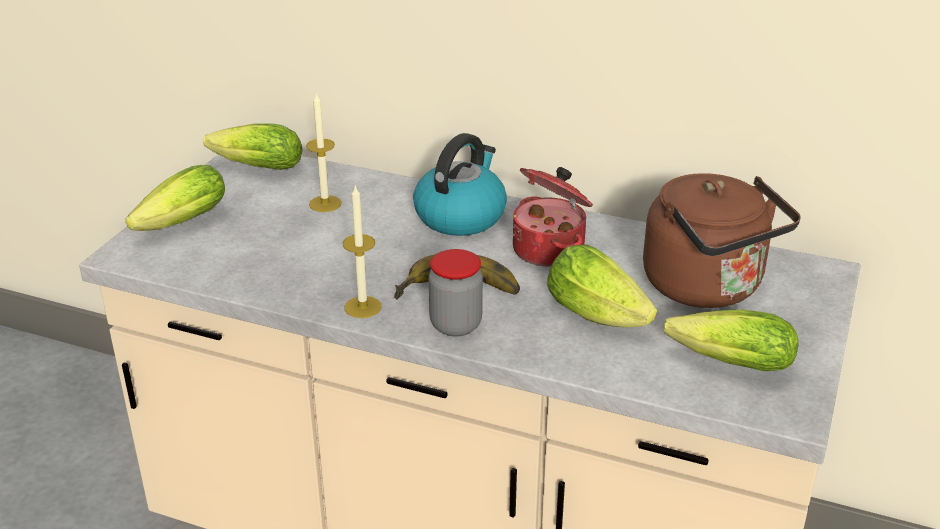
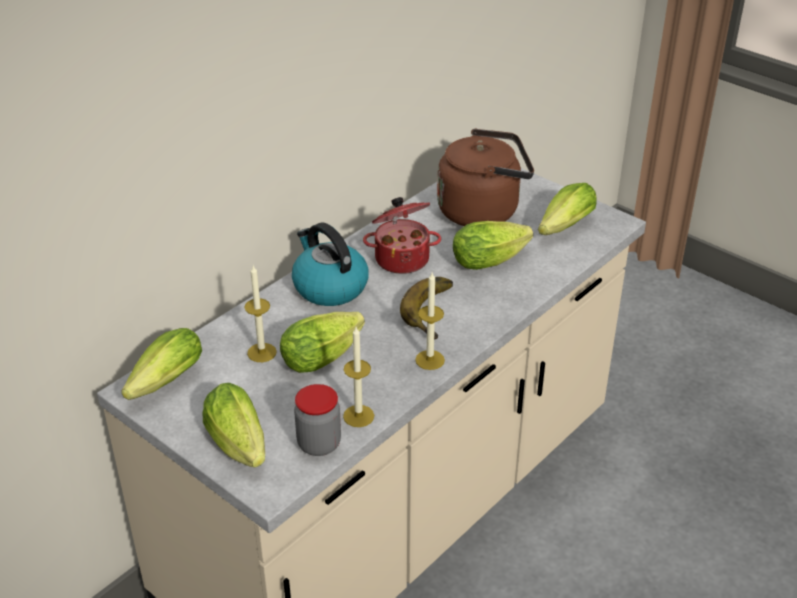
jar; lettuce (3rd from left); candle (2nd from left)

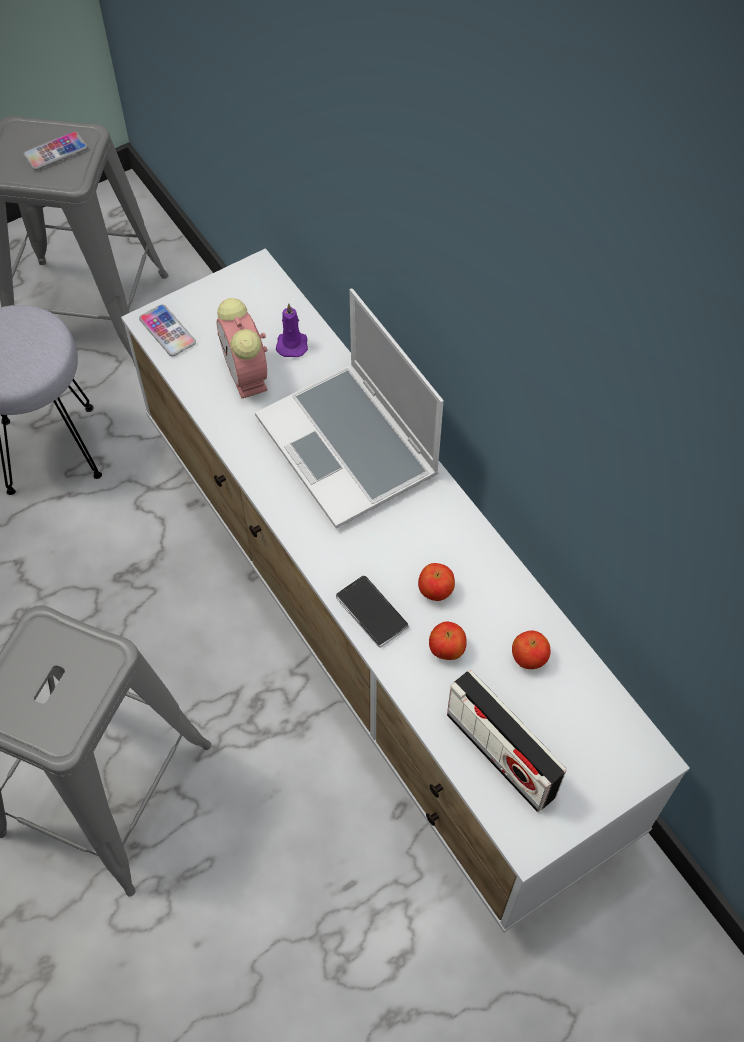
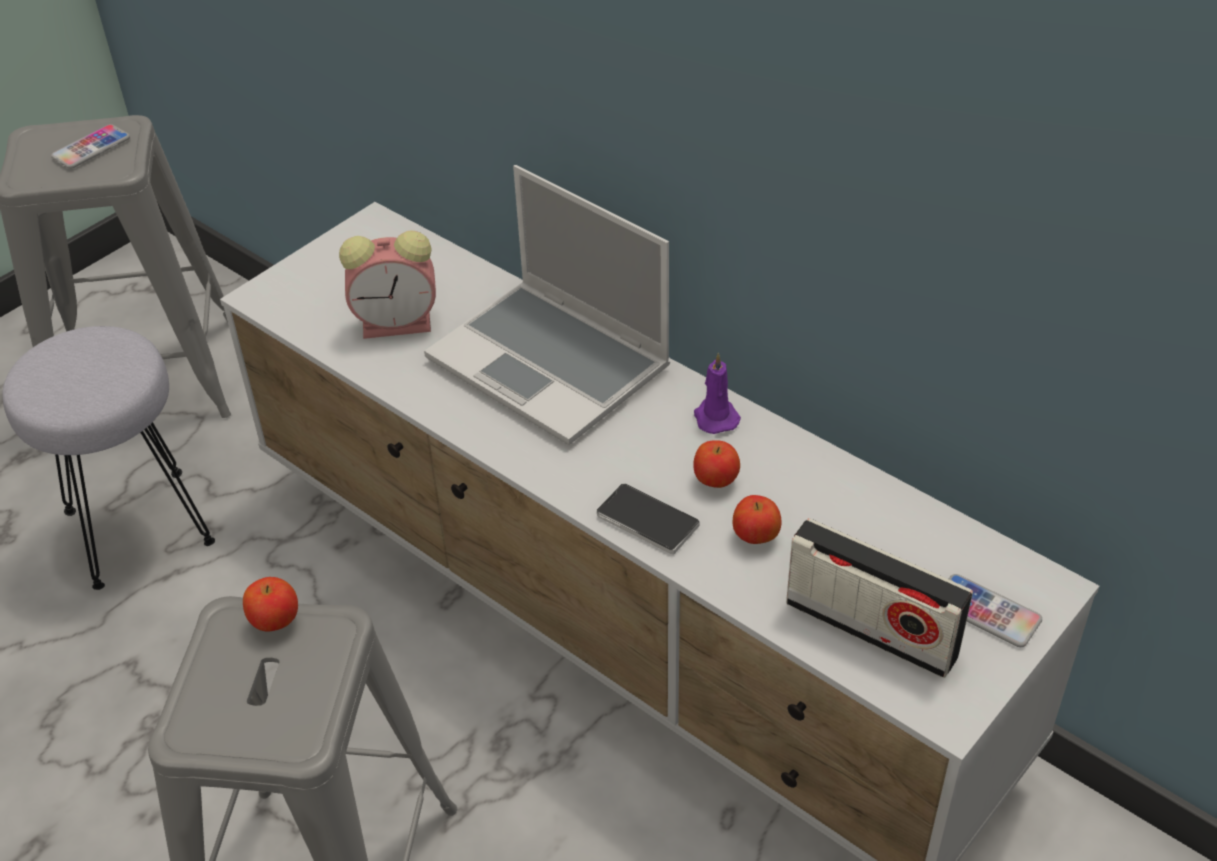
alarm_clock; purple_candle; phone (3rd from left); apple (1st from left)

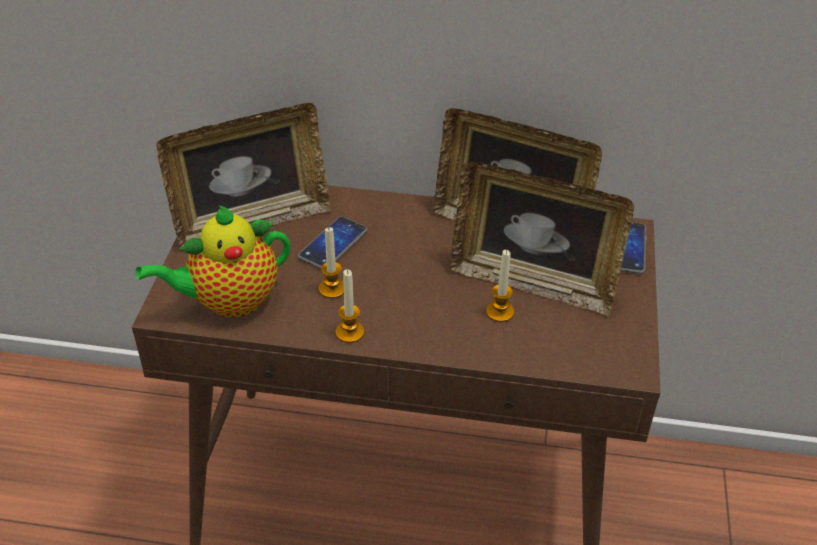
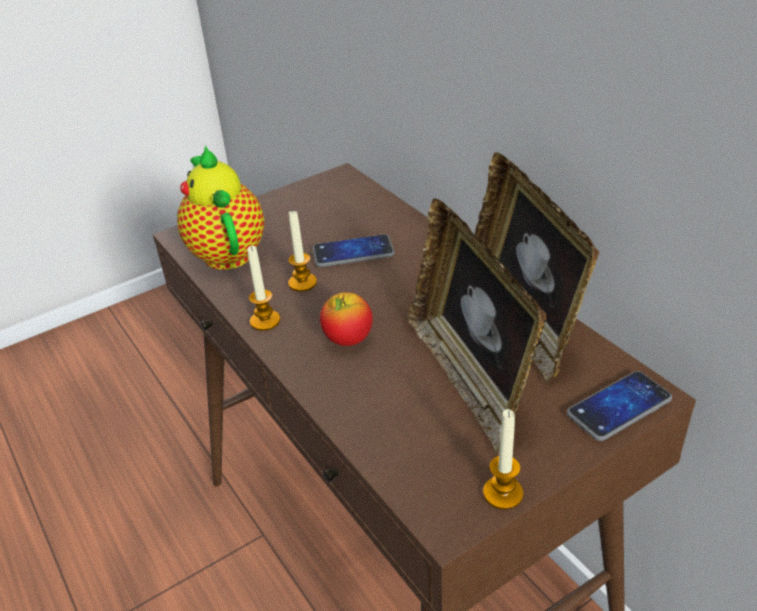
picture_frame (1st from left in the first image); teapot; candle (3rd from left); apple

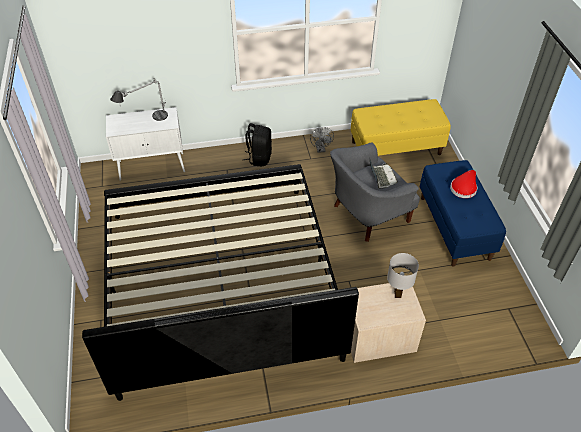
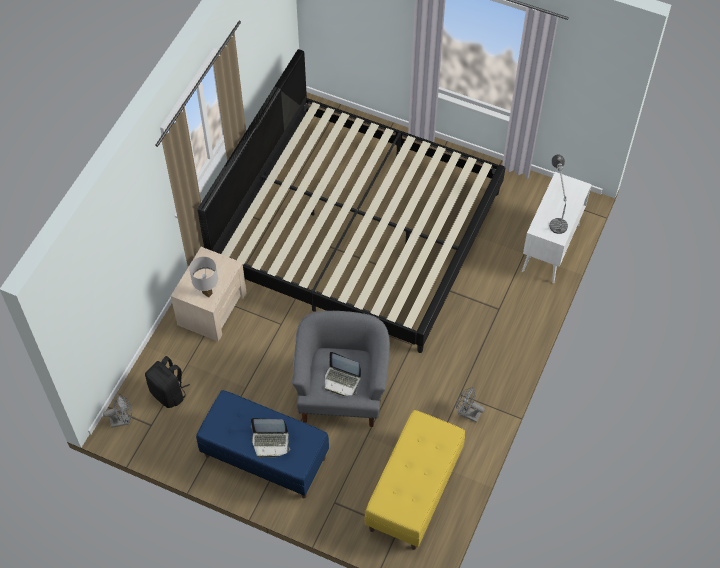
black_backpack; laptop (1st from left); grey_fan (1st from left)

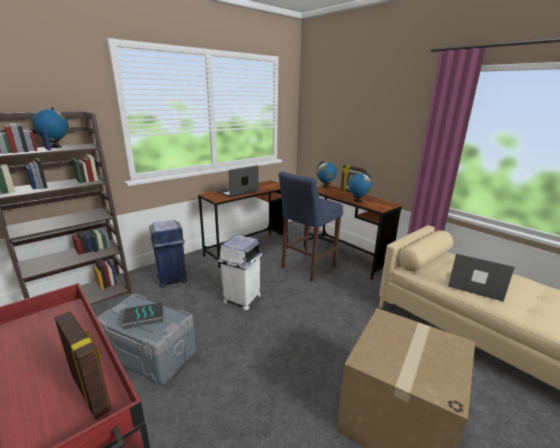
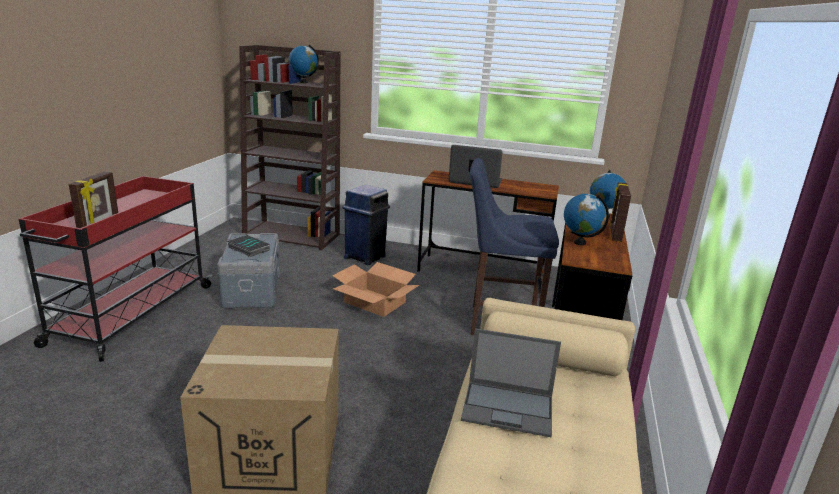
cardboard_box (2nd from left); laptop (2nd from left)

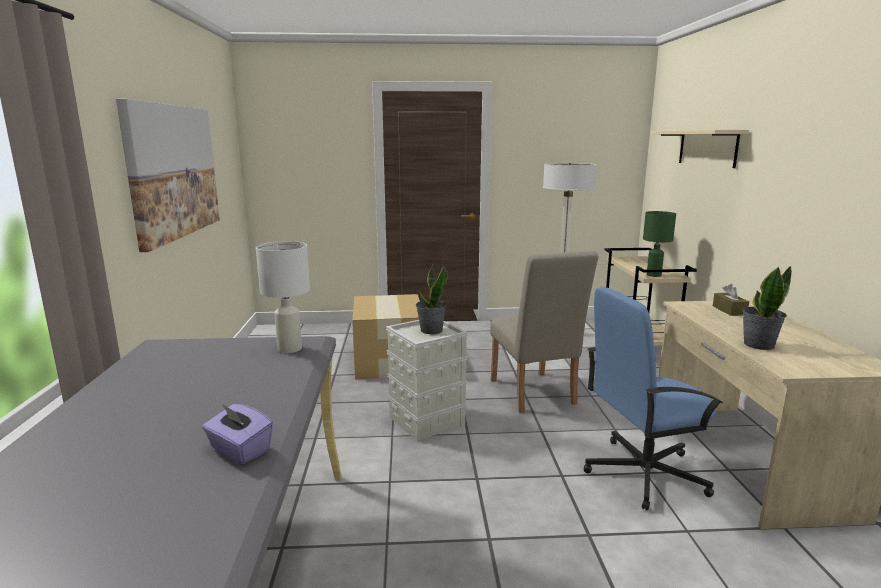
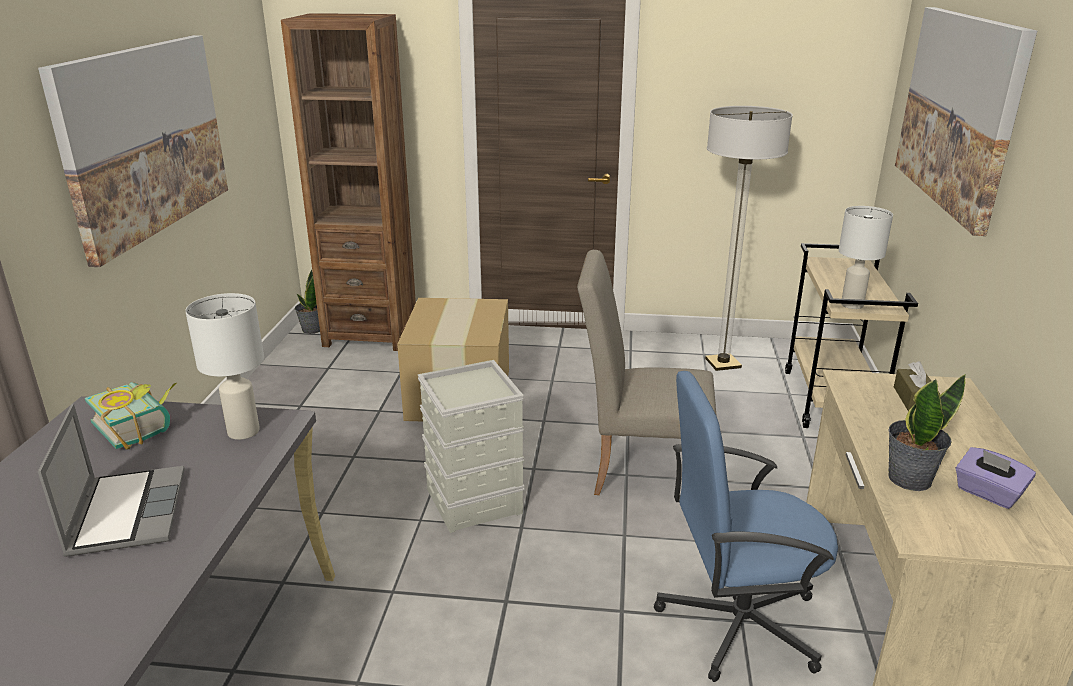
picture (2nd from left); white_table_lamp (2nd from left); beige_chair; potted_plant (1st from left); purple_tissue_box; brown_bookcase; book; laptop

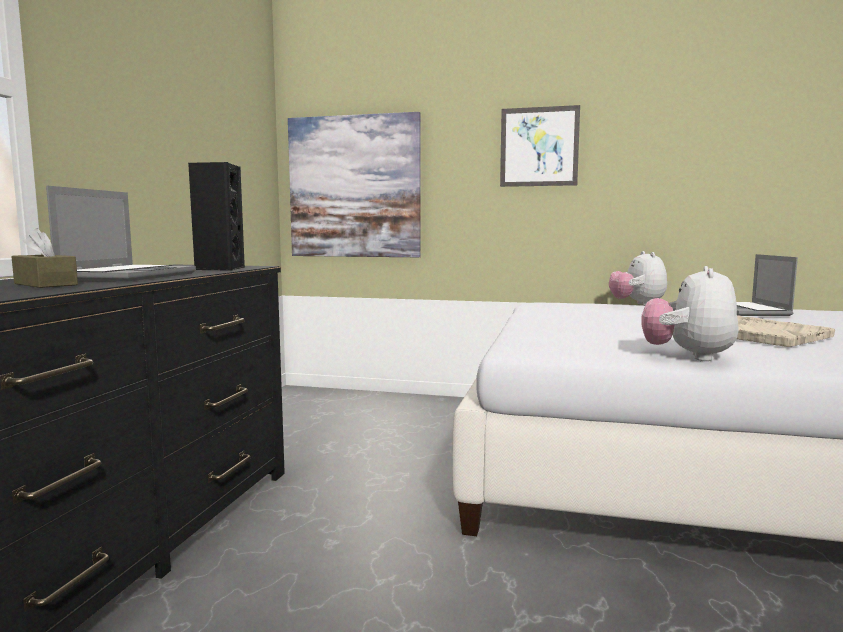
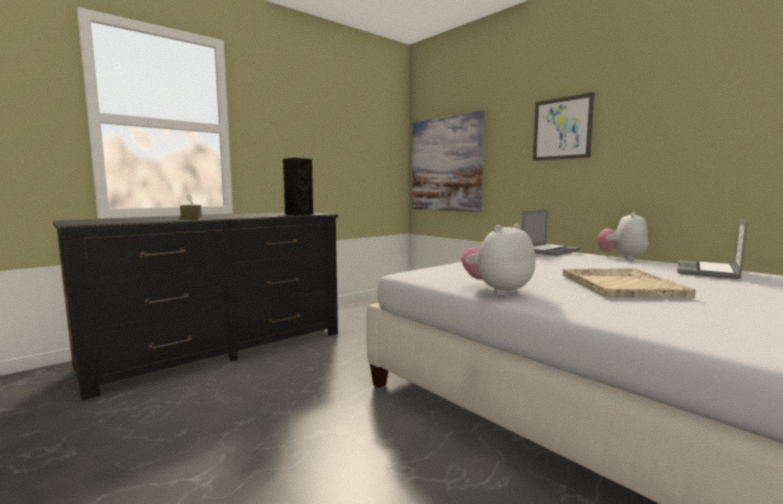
laptop (1st from left)

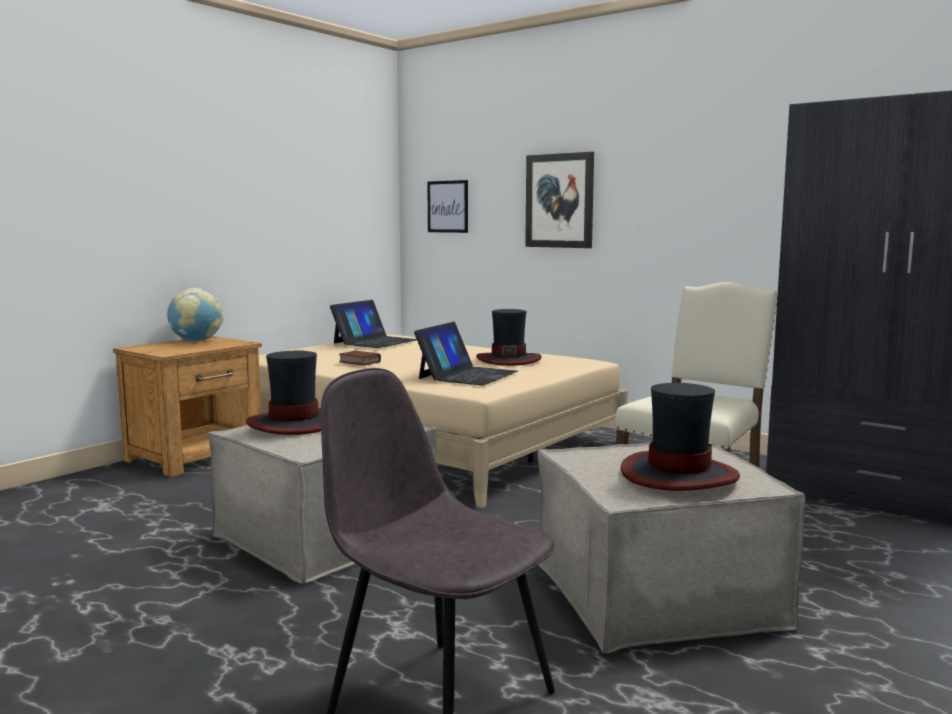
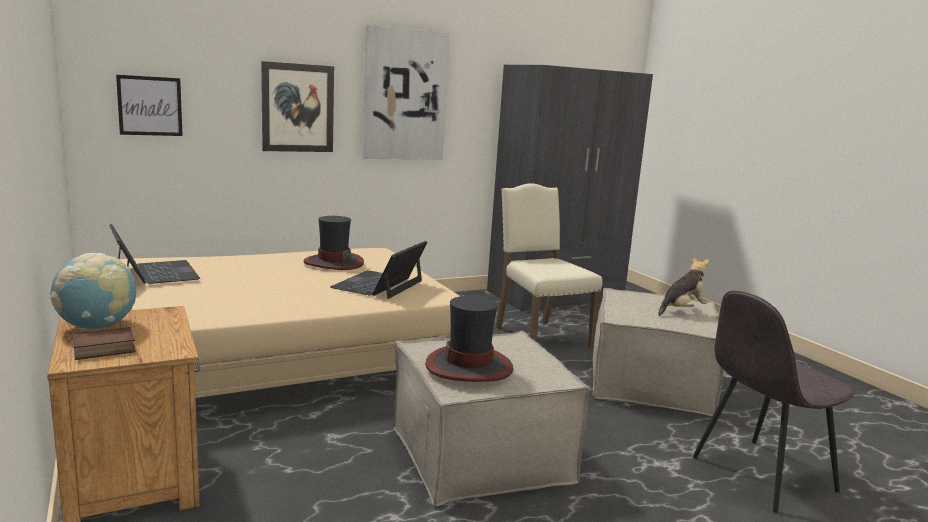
laptop (2nd from left); book; plush_toy; picture (3rd from left)

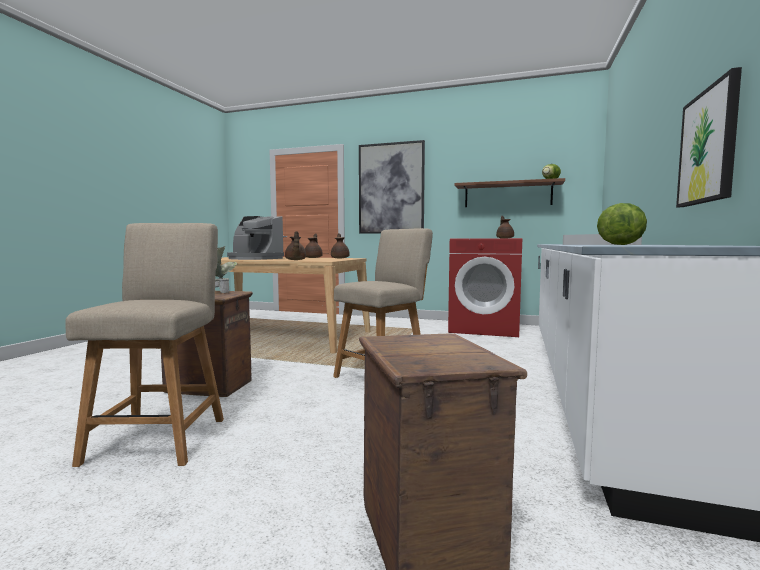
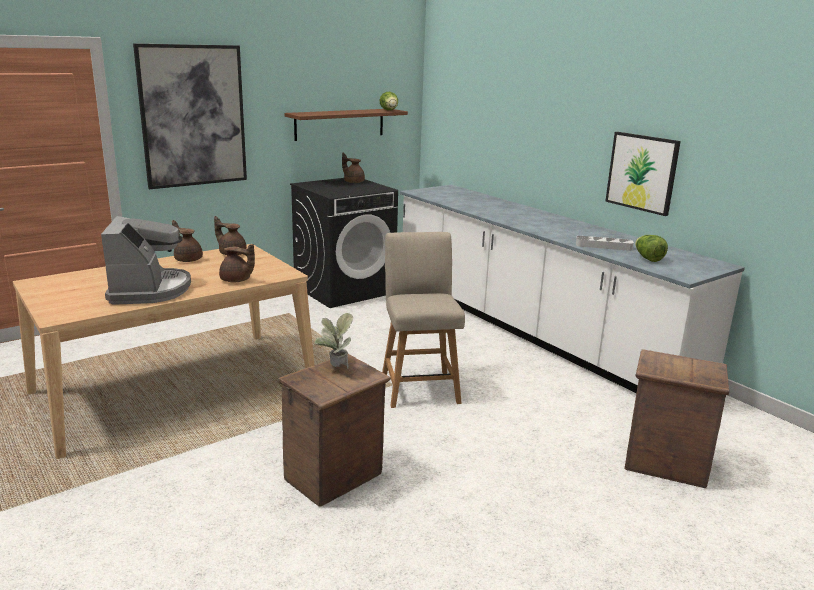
coffee_machine; beige_chair (1st from left in the first image); black_washing_machine

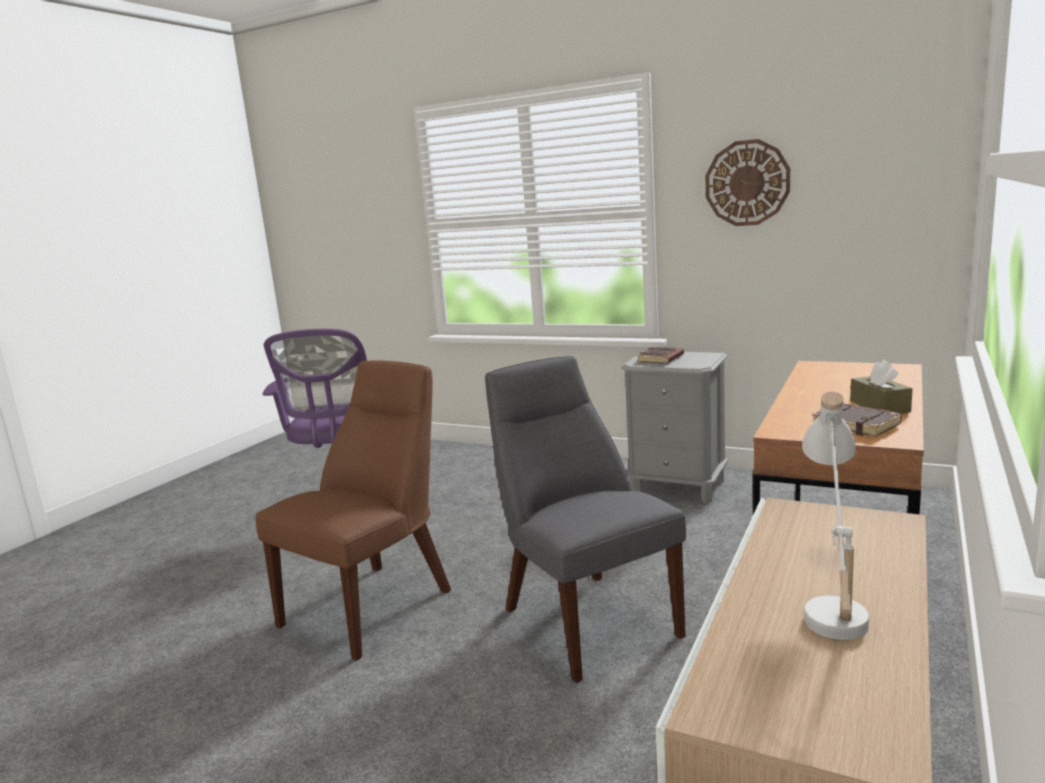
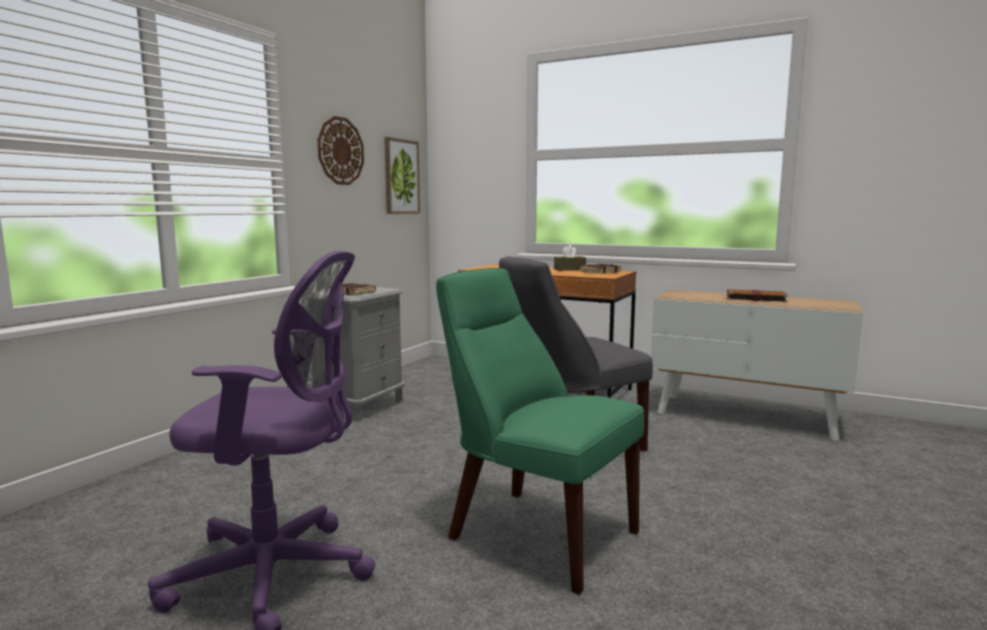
green_chair; brown_book (3rd from left); picture

